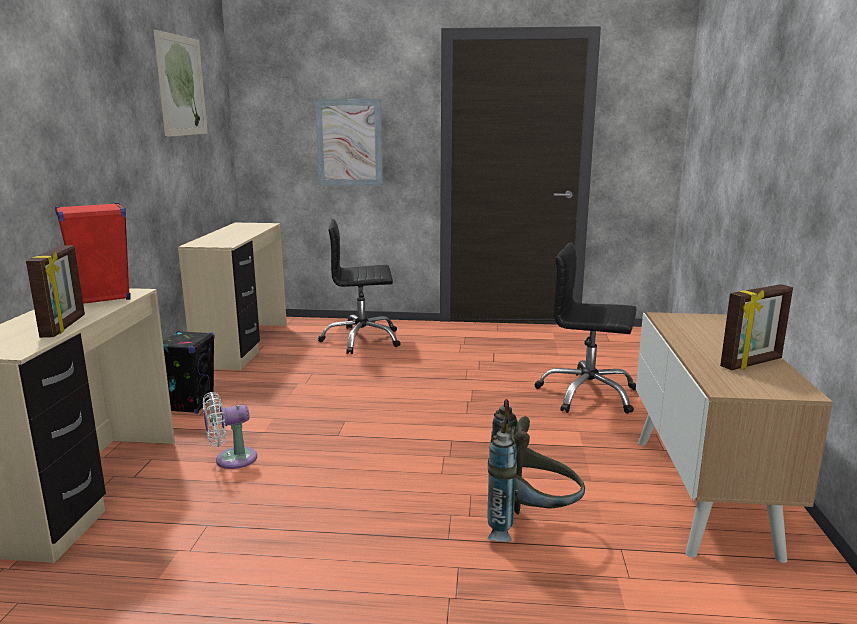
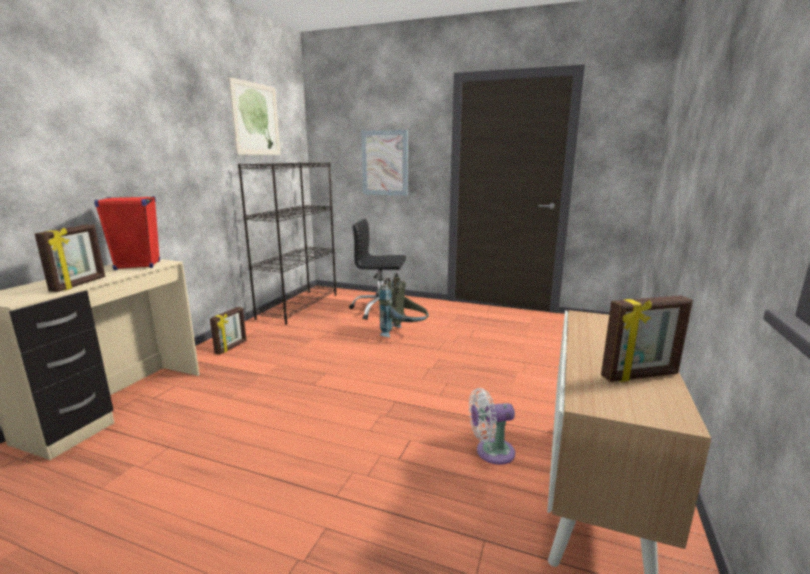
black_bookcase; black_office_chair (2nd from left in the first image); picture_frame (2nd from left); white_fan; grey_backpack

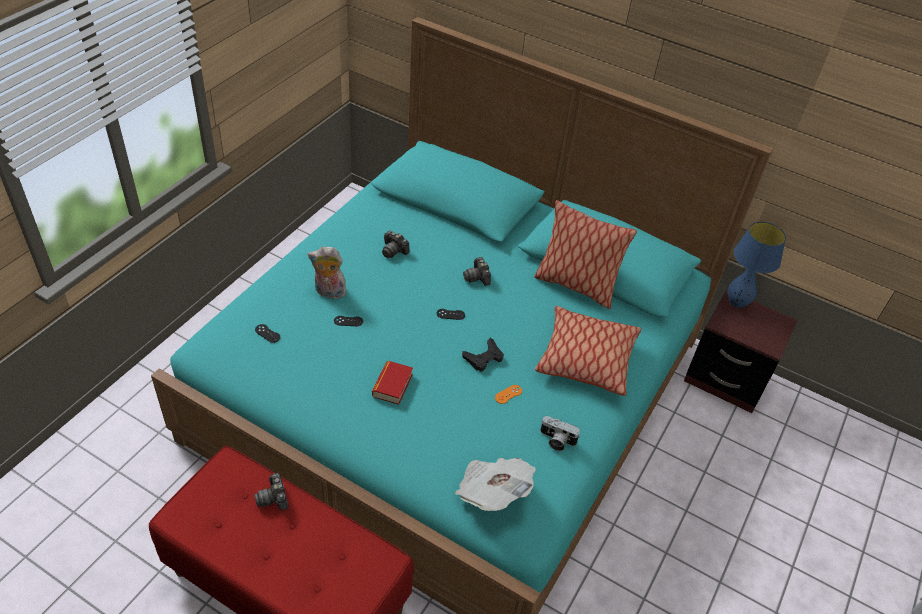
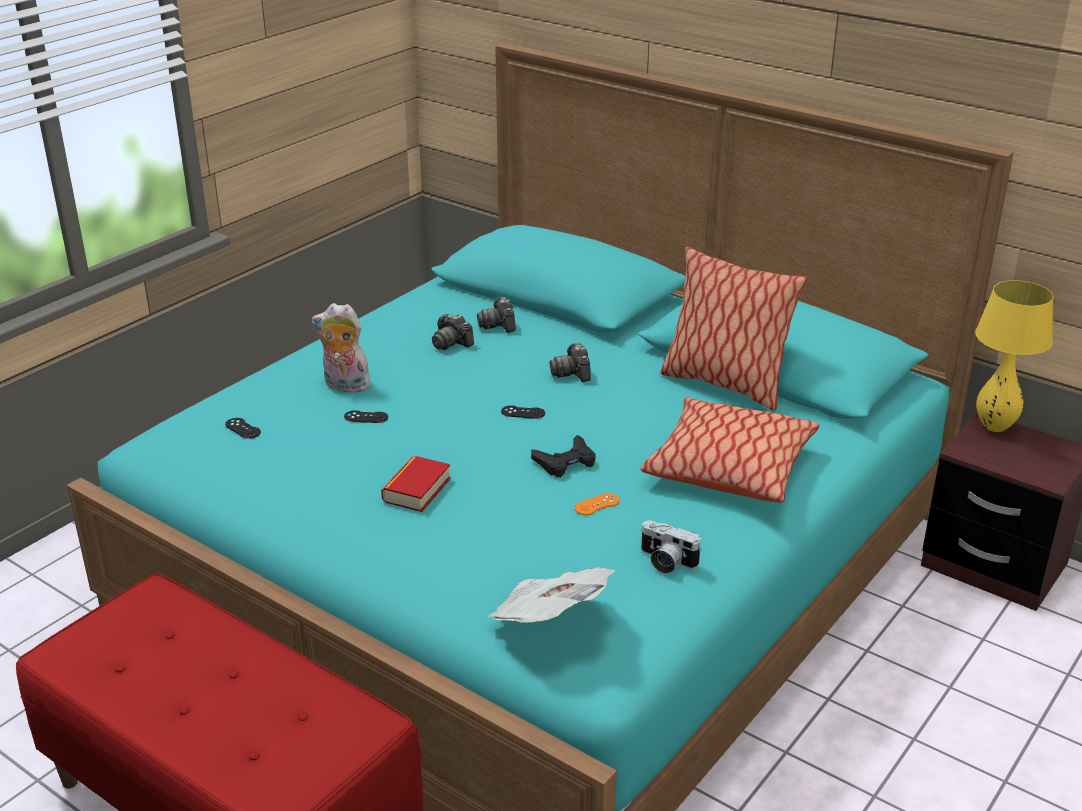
yellow_table_lamp; photo_camera (2nd from left)

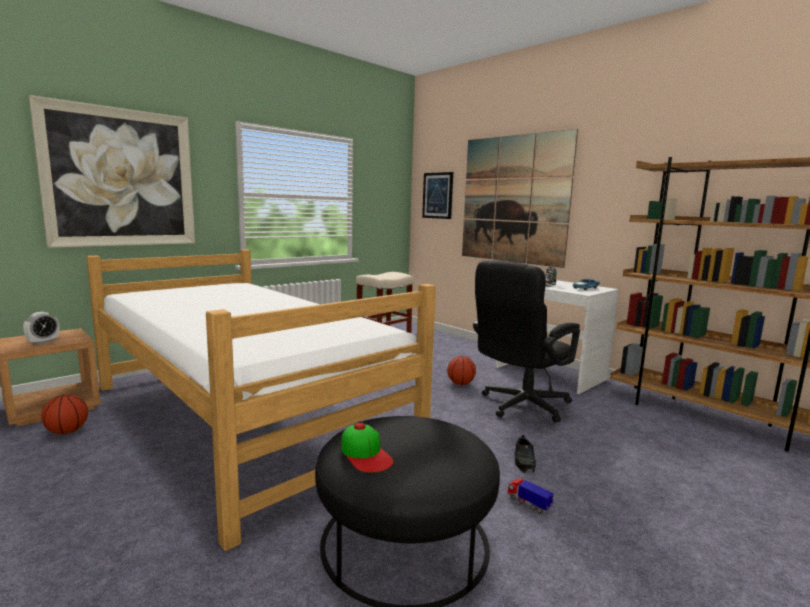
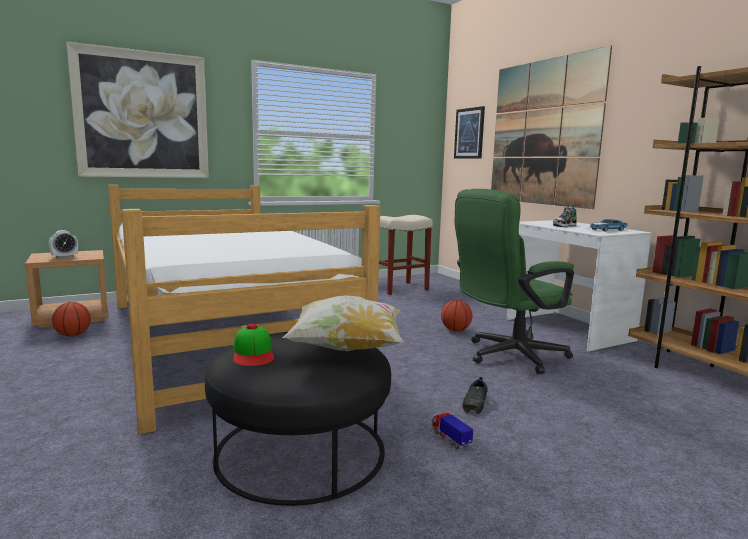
green_office_chair; pillow

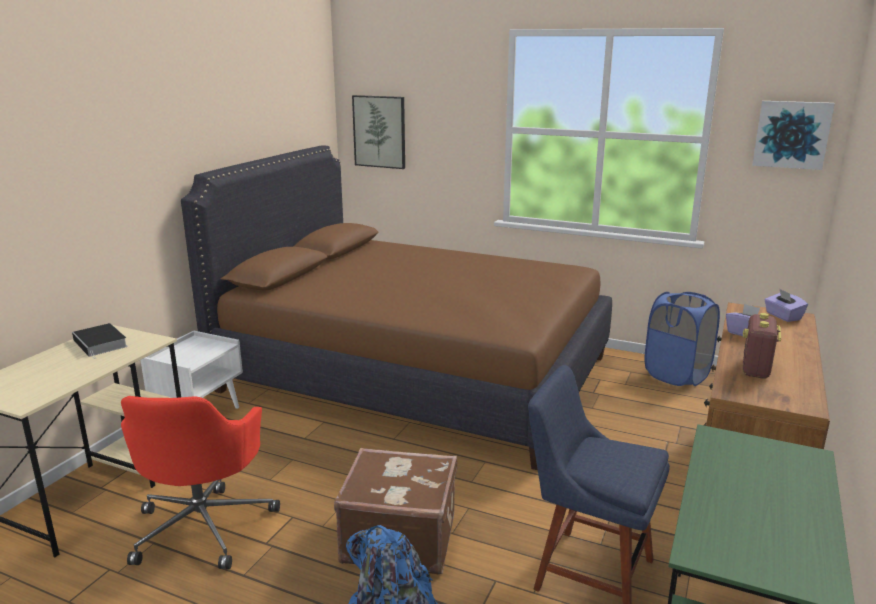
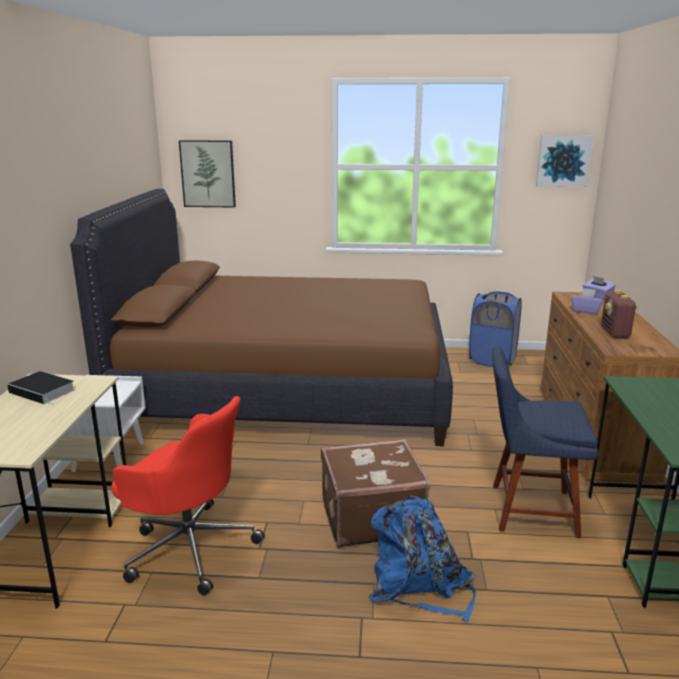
red_office_chair

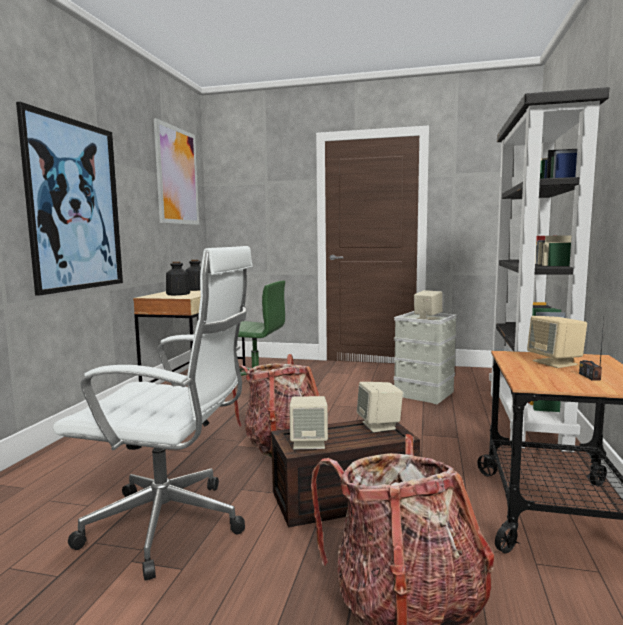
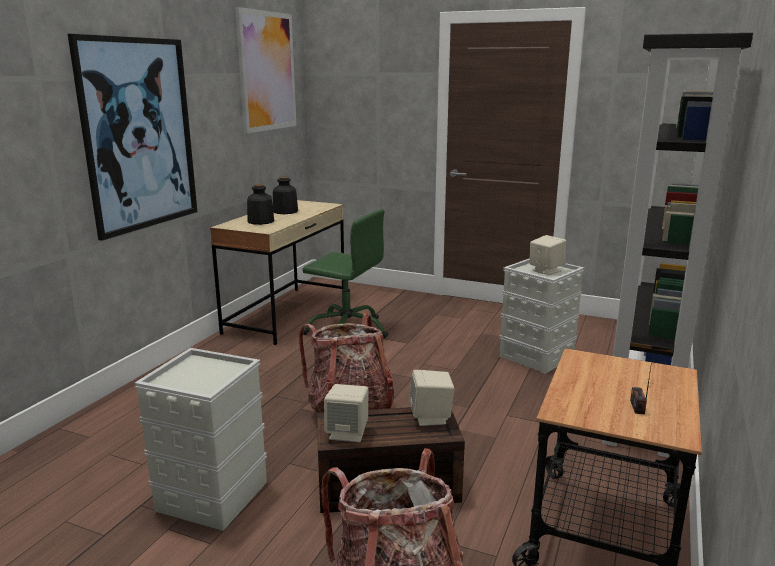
grey_storage_box (1st from left); beige_speaker (4th from left in the first image)

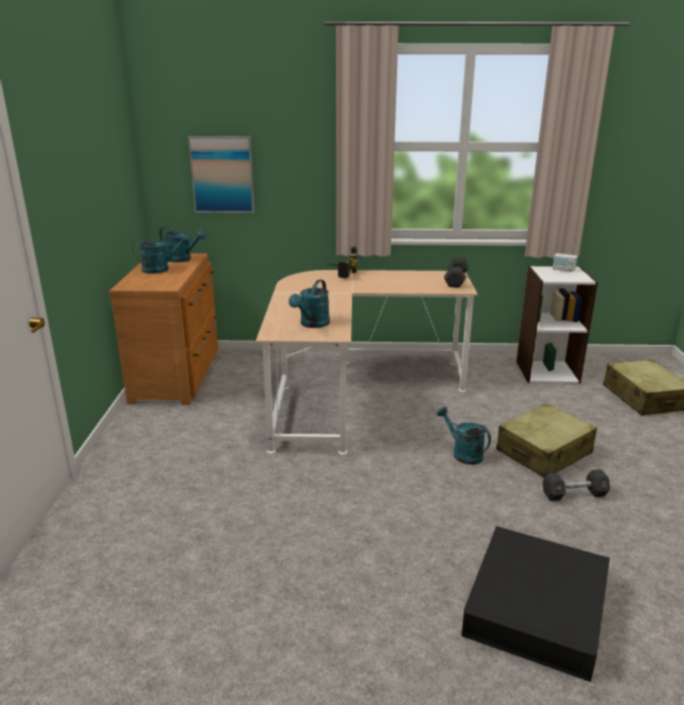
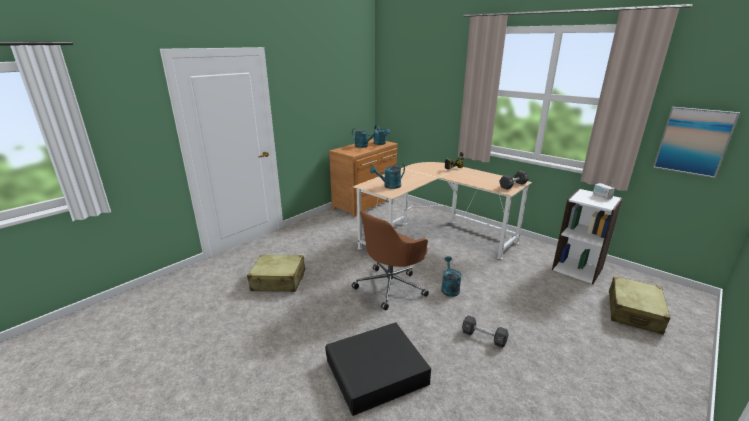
picture; beige_suitcase (1st from left); brown_office_chair

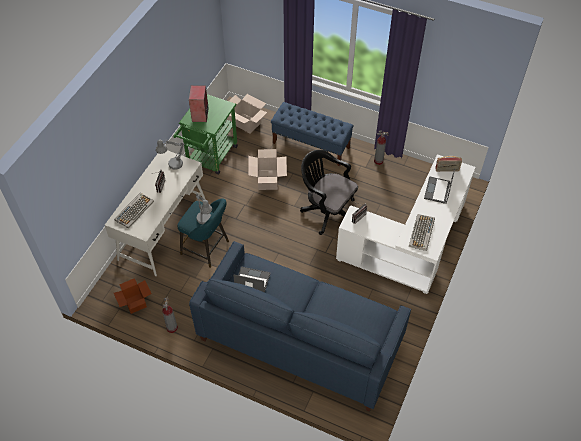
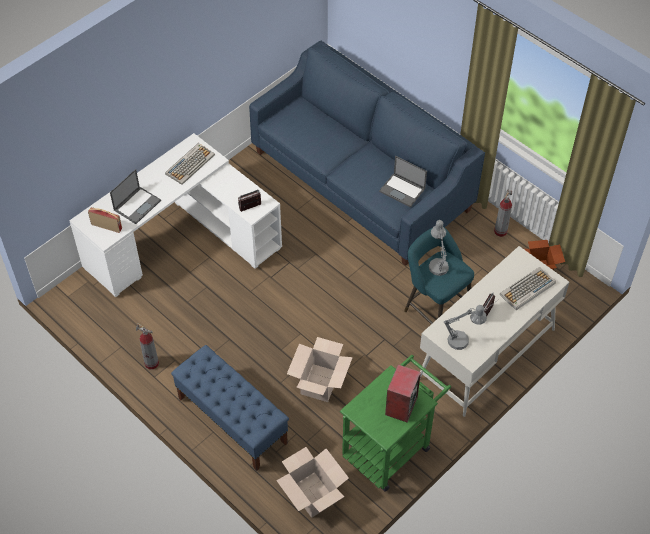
black_office_chair

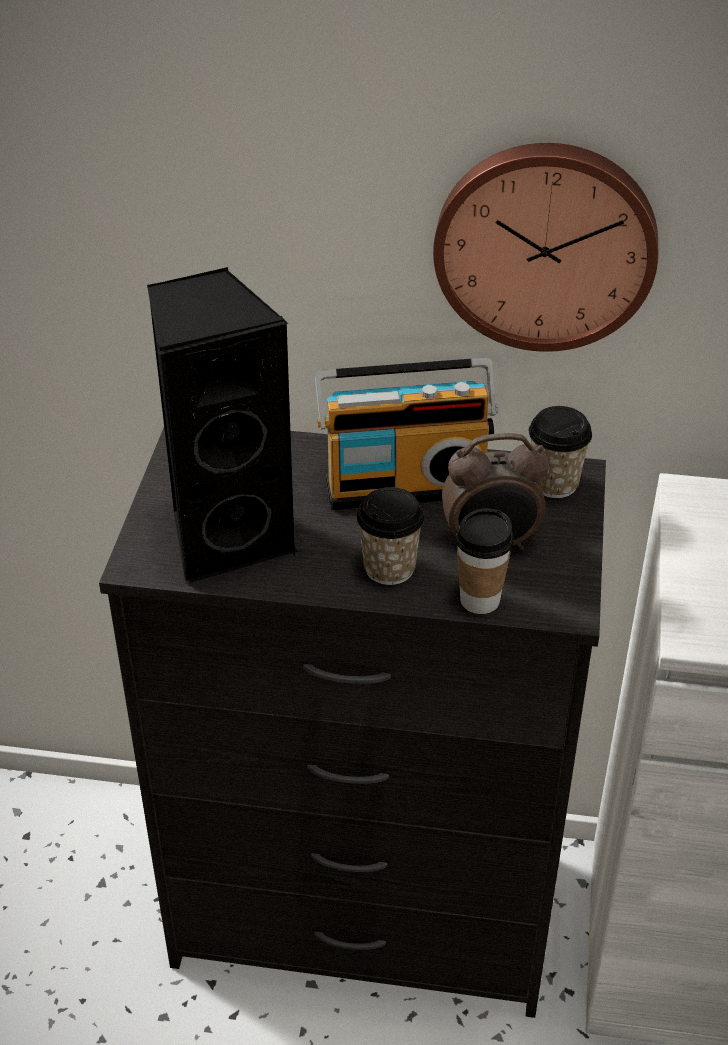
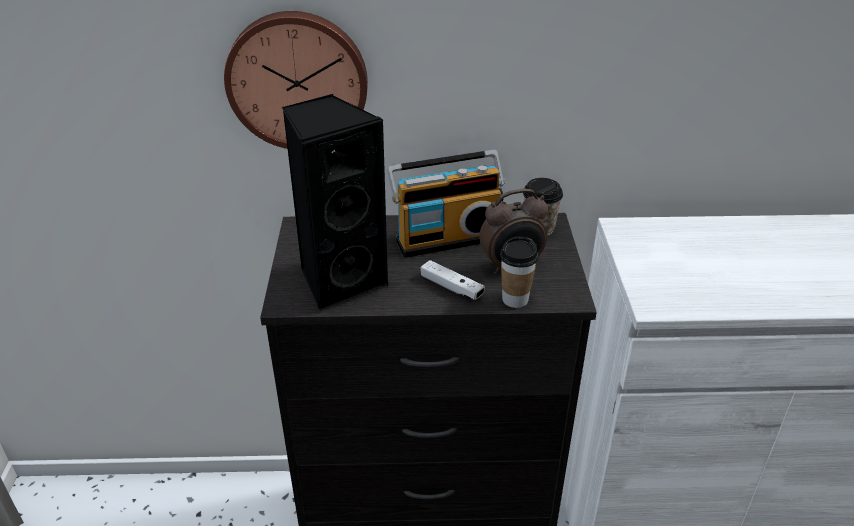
wall_clock; white_game_controller

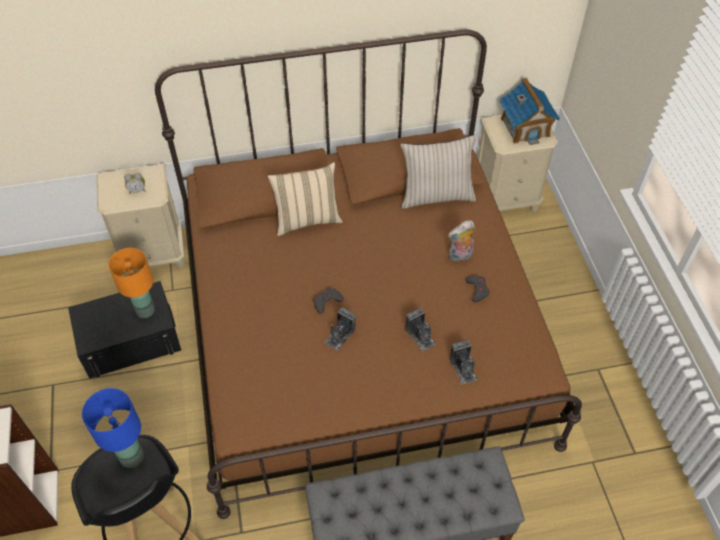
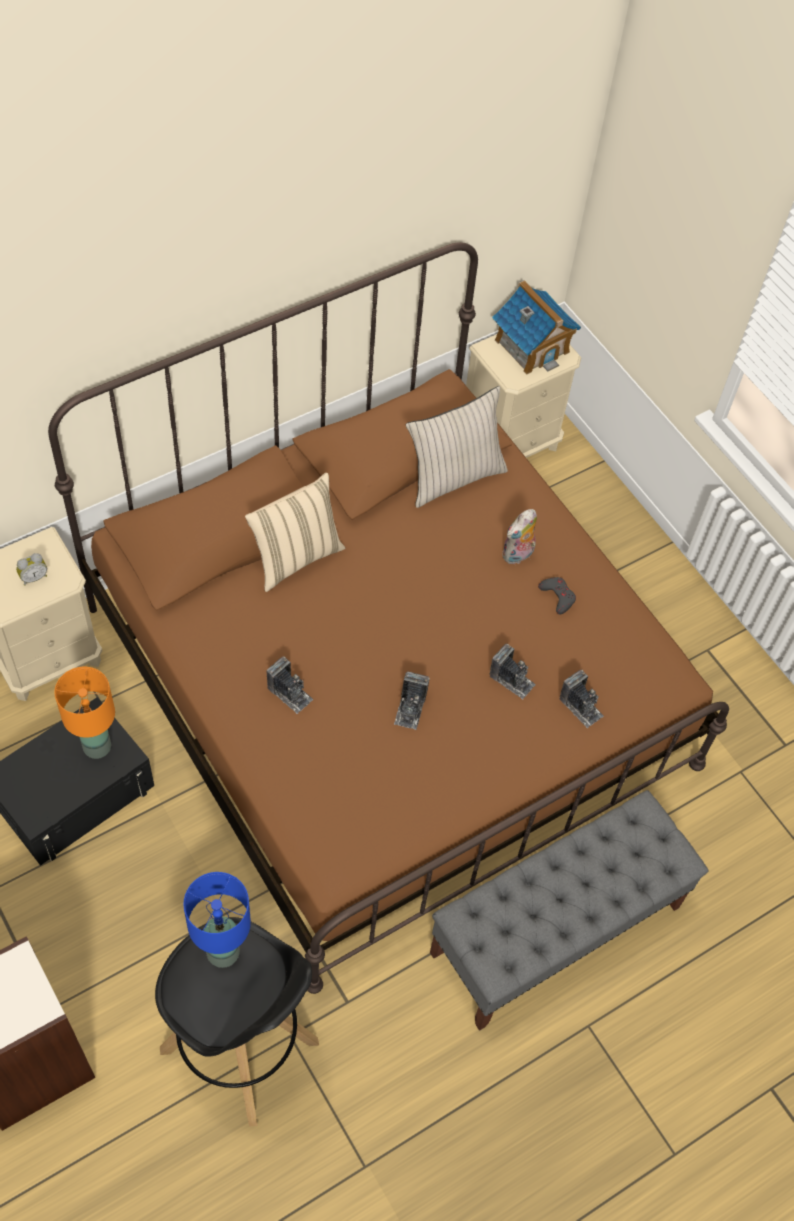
grey_game_controller (1st from left in the first image); photo_camera (1st from left)

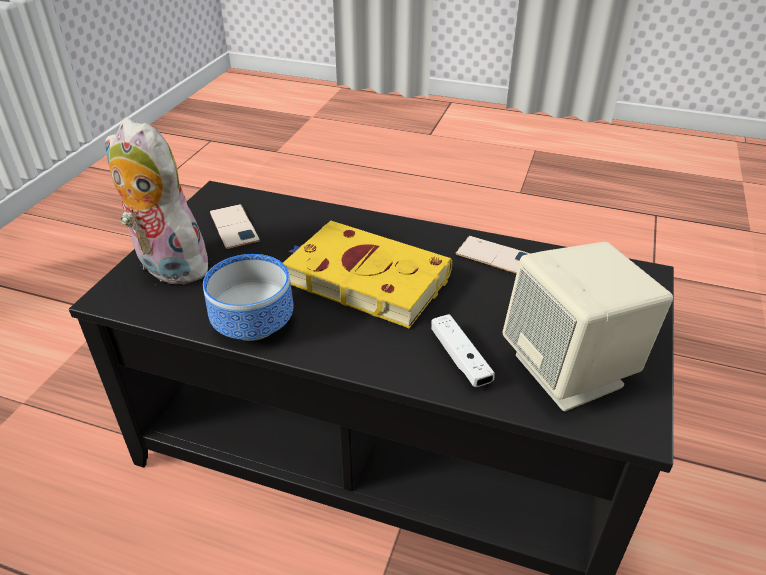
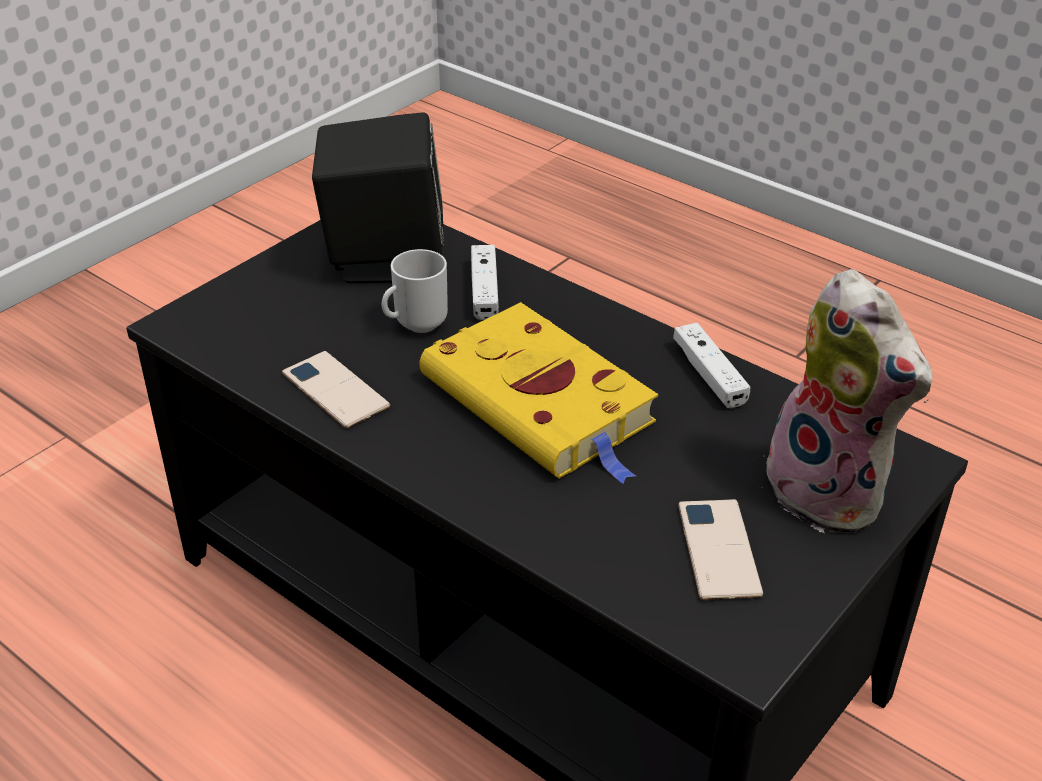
black_speaker; white_game_controller (2nd from left); mug

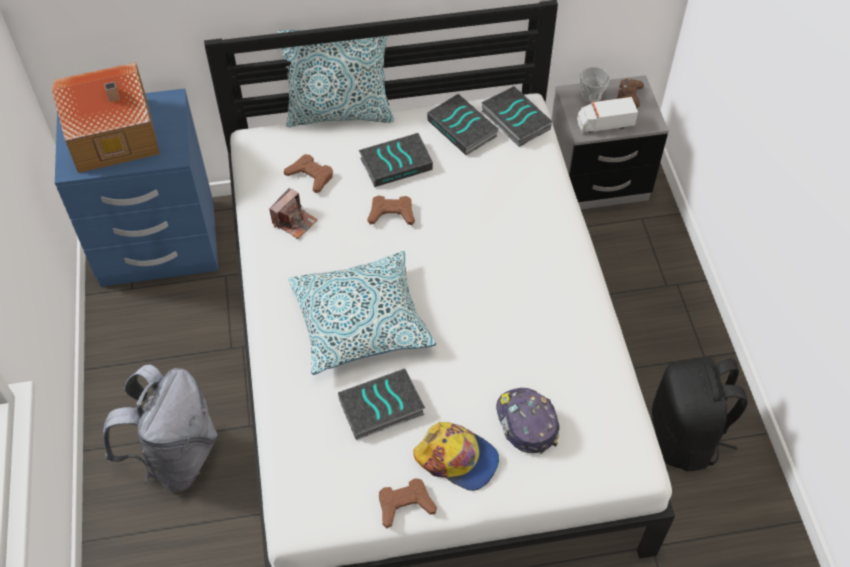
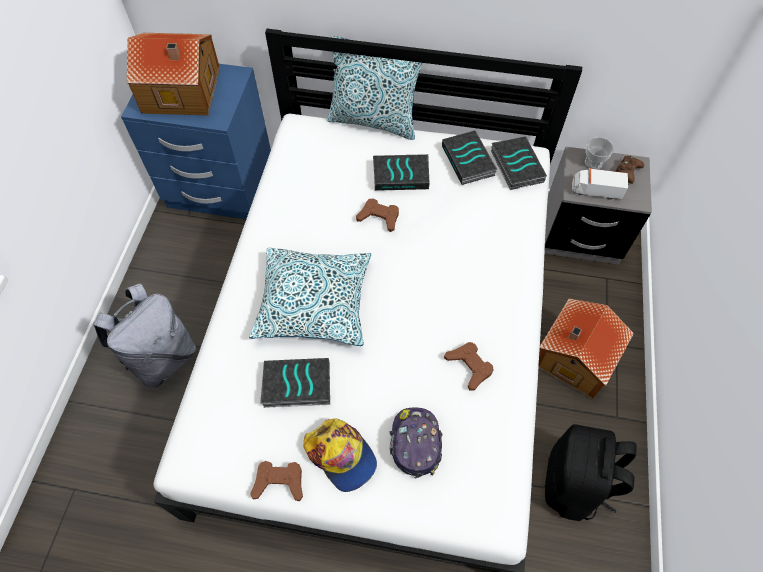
brown_game_controller (3rd from left); photo_camera; toy_house (2nd from left)

